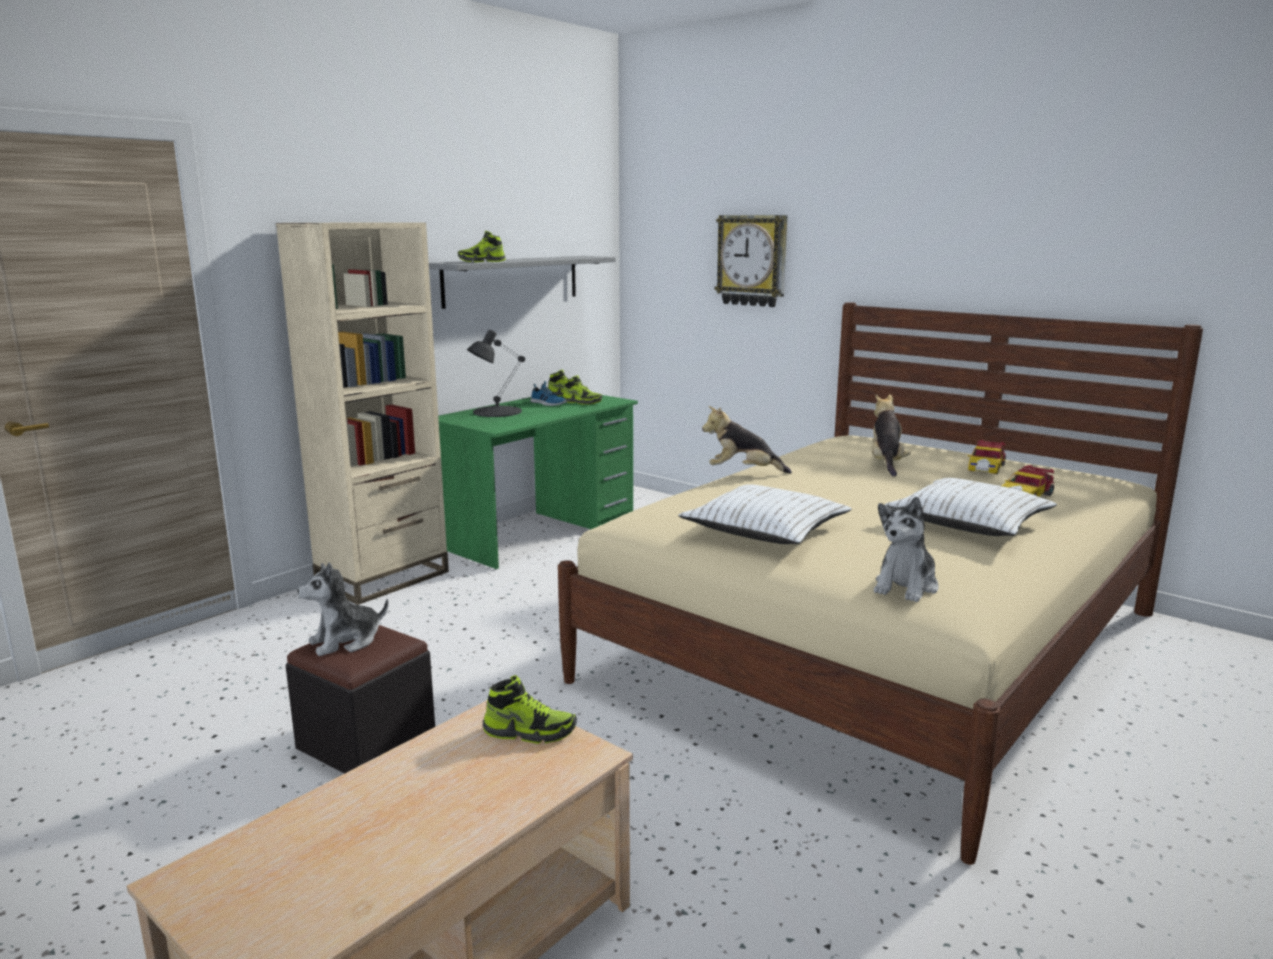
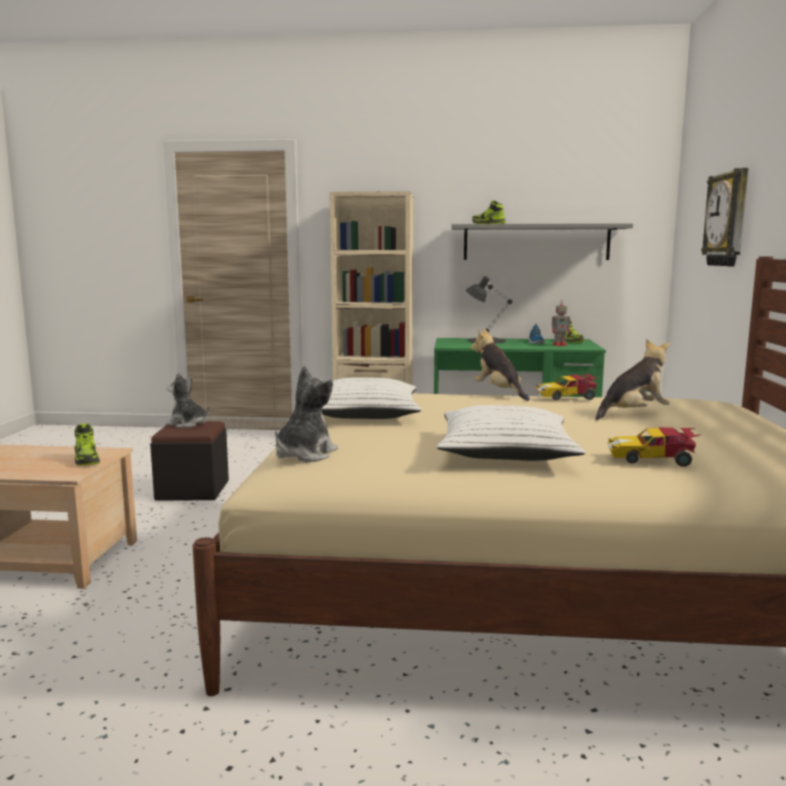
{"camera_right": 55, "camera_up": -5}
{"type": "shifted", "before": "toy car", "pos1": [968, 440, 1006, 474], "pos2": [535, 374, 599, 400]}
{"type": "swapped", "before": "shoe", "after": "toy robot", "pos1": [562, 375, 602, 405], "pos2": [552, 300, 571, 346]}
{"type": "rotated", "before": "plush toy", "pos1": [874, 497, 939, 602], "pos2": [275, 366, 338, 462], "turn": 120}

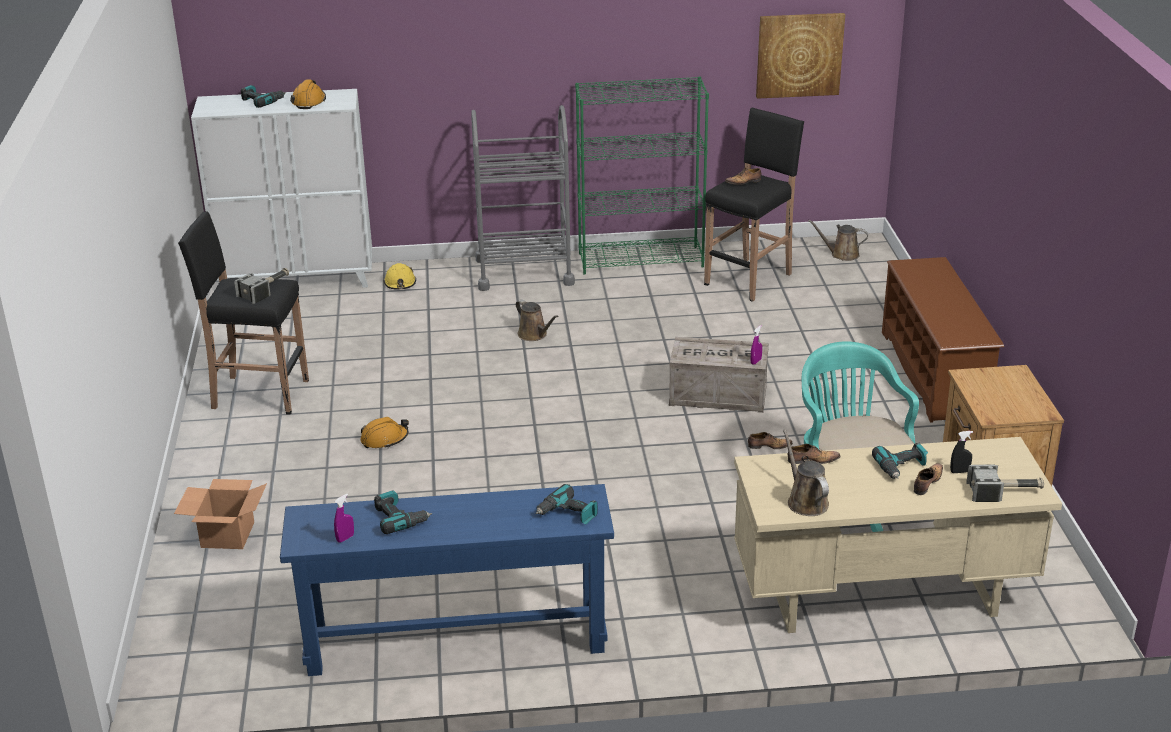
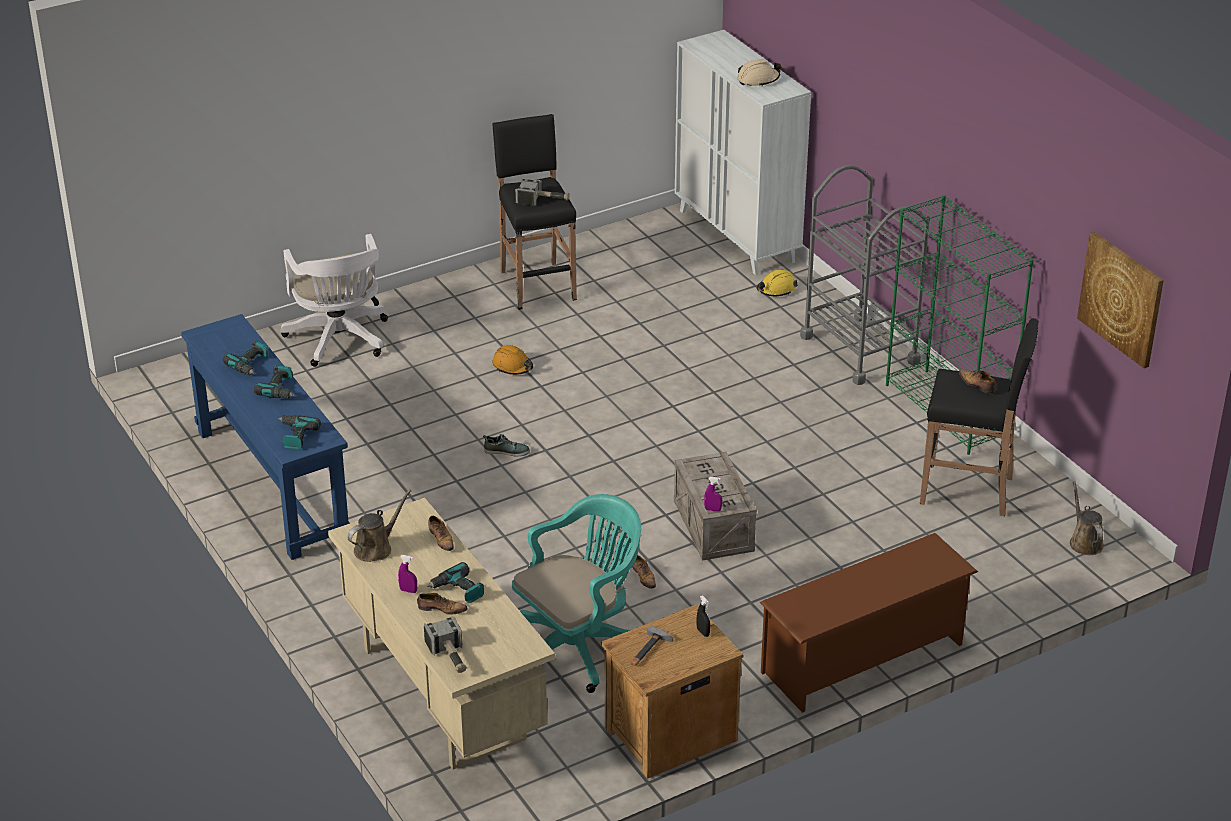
{"camera_right": 65, "camera_up": 5}
{"type": "gone", "before": "watering can/brown", "pos1": [516, 300, 559, 341]}
{"type": "new", "after": "shoe", "pos2": [483, 434, 530, 456]}
{"type": "new", "after": "hammer", "pos2": [630, 626, 673, 666]}
{"type": "shifted", "before": "power drill", "pos1": [241, 85, 286, 108], "pos2": [254, 365, 295, 399]}
{"type": "shifted", "before": "spray bottle/purple", "pos1": [334, 494, 354, 543], "pos2": [398, 555, 417, 593]}
{"type": "shifted", "before": "spray bottle/black", "pos1": [950, 431, 973, 473], "pos2": [697, 596, 710, 637]}
{"type": "swapped", "before": "cardboard box", "after": "office chair/white", "pos1": [174, 479, 267, 549], "pos2": [281, 234, 388, 367]}
{"type": "repainted", "before": "hard hat/orange", "after": "hard hat/beige", "pos1": [290, 79, 326, 109], "pos2": [737, 59, 781, 87]}

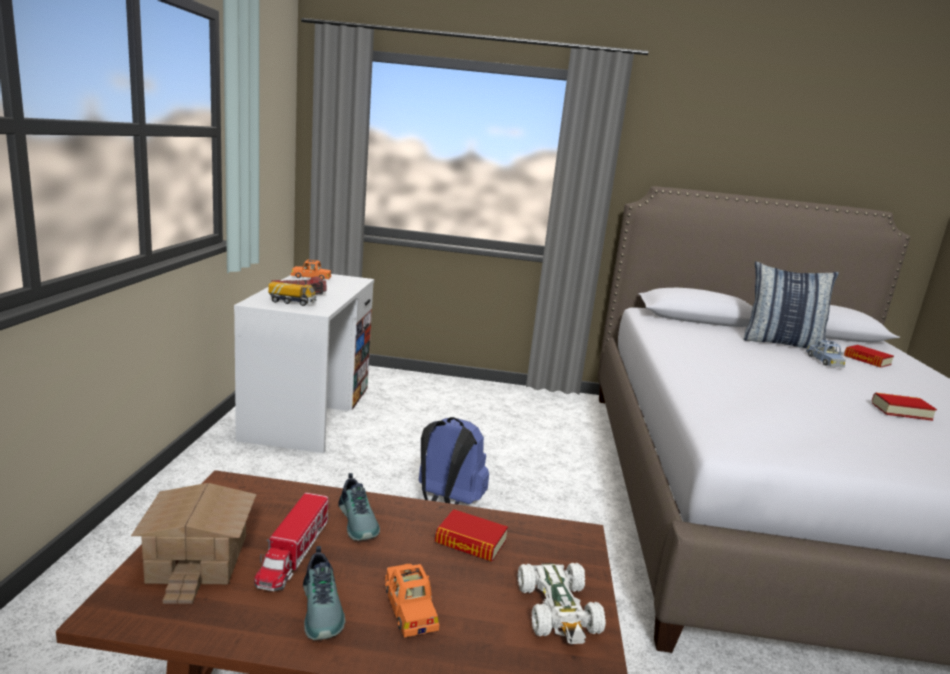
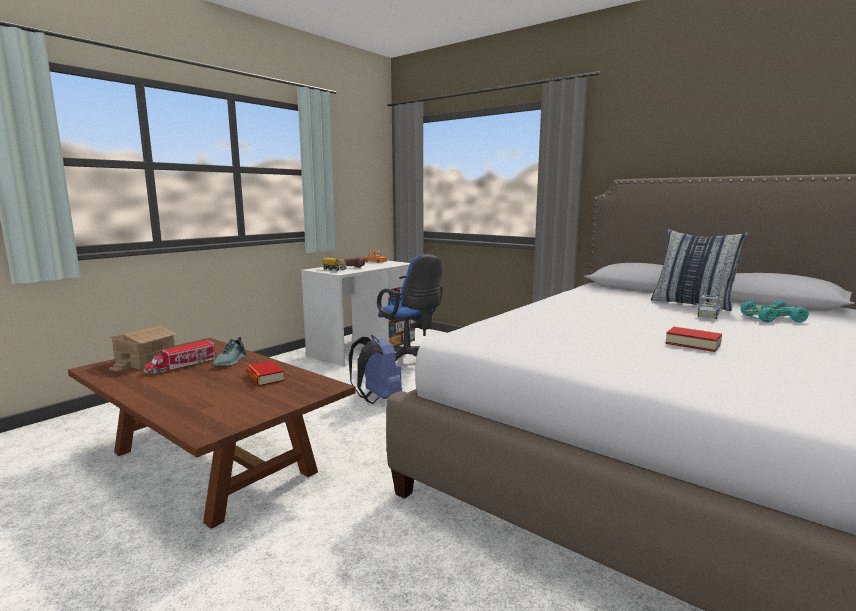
{"camera_right": 35, "camera_up": -5}
{"type": "gone", "before": "shoe", "pos1": [303, 546, 346, 640]}
{"type": "gone", "before": "toy car/orange", "pos1": [385, 564, 439, 638]}
{"type": "gone", "before": "toy car/white", "pos1": [517, 563, 606, 644]}
{"type": "new", "after": "office chair/blue", "pos2": [377, 254, 443, 360]}
{"type": "swapped", "before": "book", "after": "toy car/turquoise", "pos1": [844, 345, 894, 368], "pos2": [740, 301, 809, 322]}

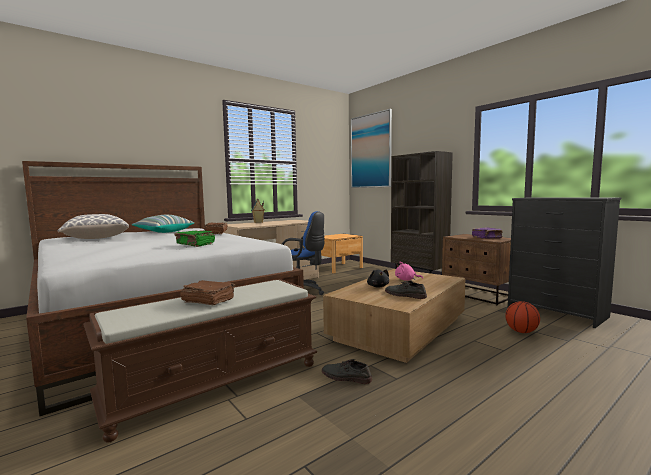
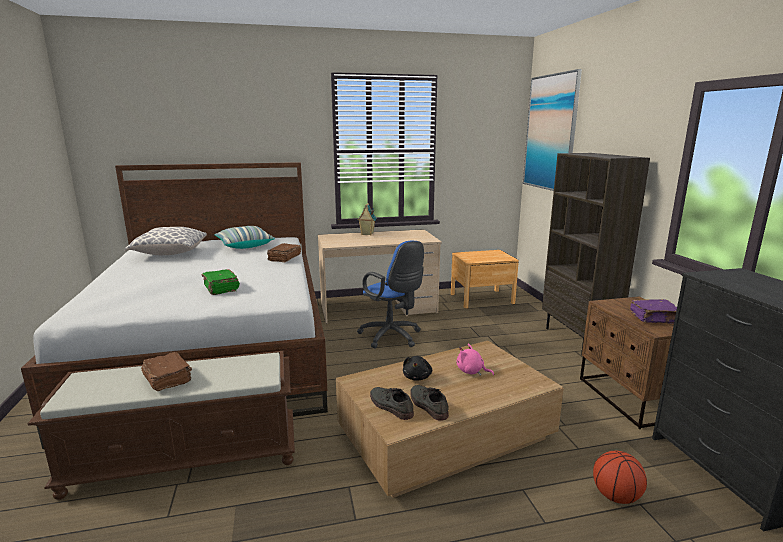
{"camera_right": 25, "camera_up": 10}
{"type": "shifted", "before": "shoe/grey", "pos1": [322, 359, 372, 384], "pos2": [370, 387, 414, 420]}

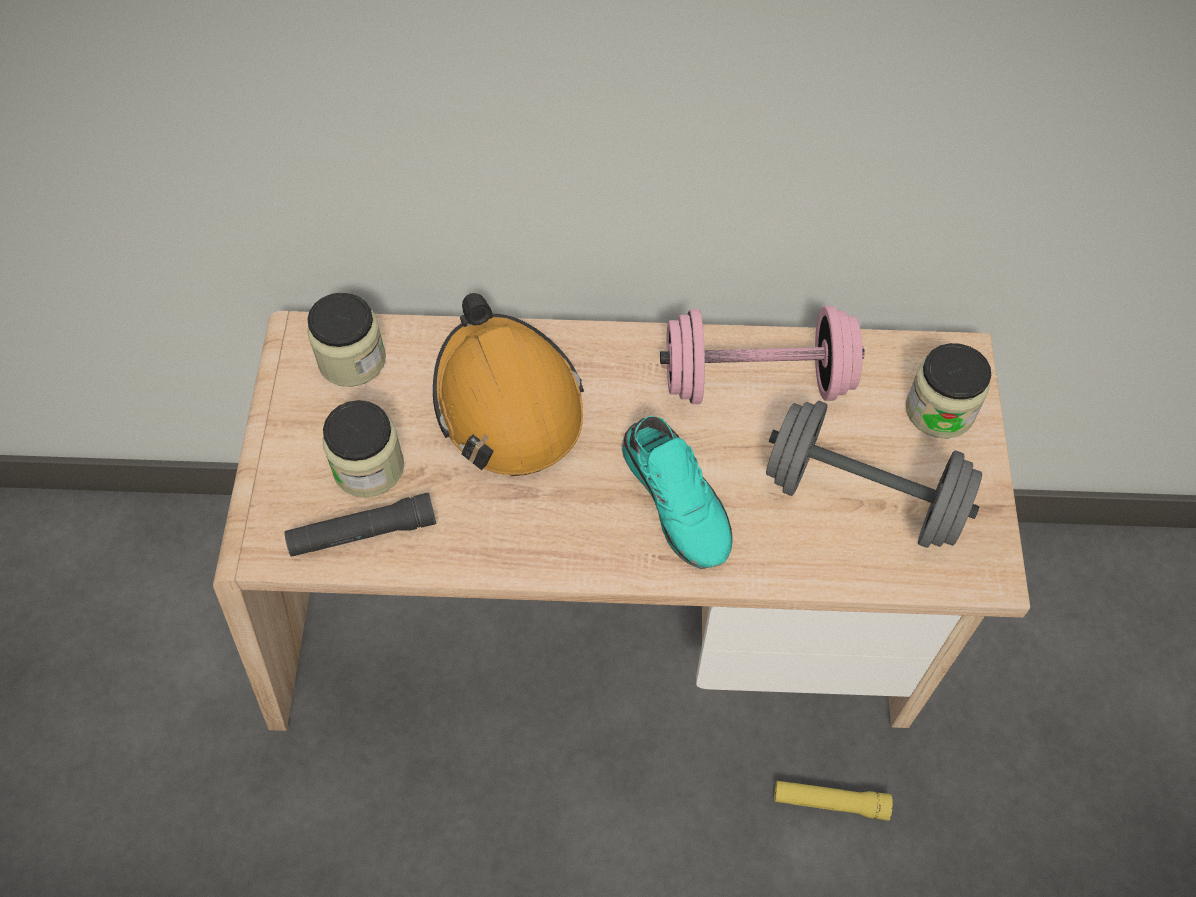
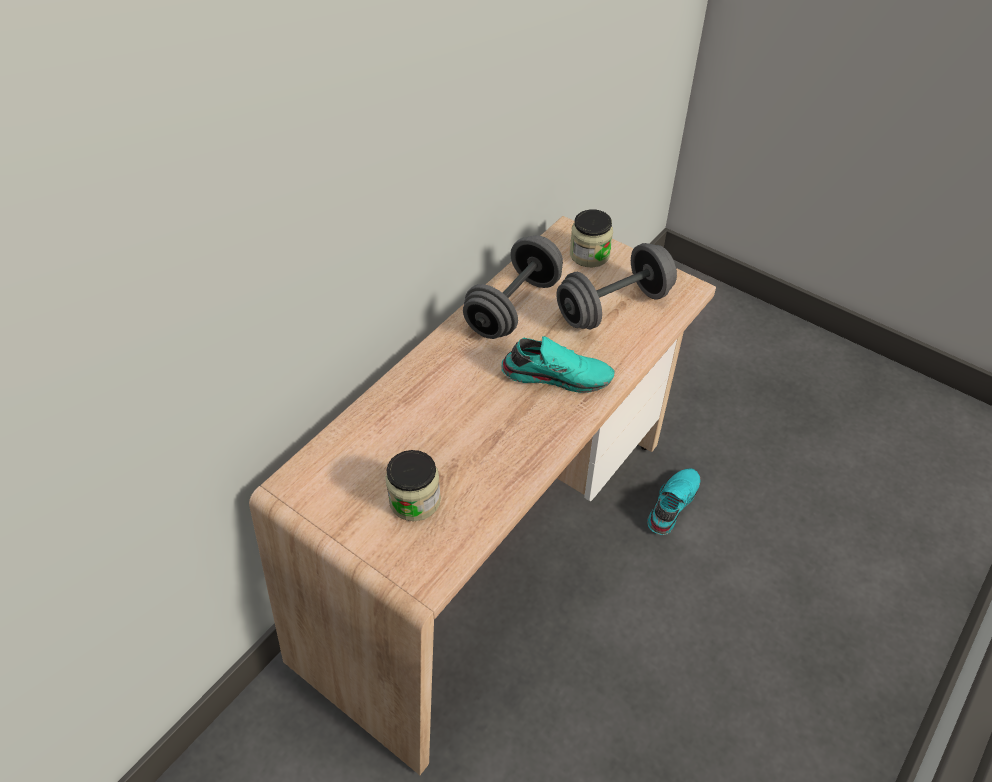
{"camera_right": -55, "camera_up": -10}
{"type": "gone", "before": "flashlight/black", "pos1": [285, 493, 437, 557]}
{"type": "gone", "before": "jar", "pos1": [307, 292, 386, 387]}
{"type": "gone", "before": "hard hat/orange", "pos1": [433, 293, 584, 476]}
{"type": "swapped", "before": "flashlight/yellow", "after": "shoe/turquoise", "pos1": [774, 781, 893, 821], "pos2": [647, 468, 700, 535]}
{"type": "repainted", "before": "dumbbell/pink", "after": "dumbbell/grey", "pos1": [660, 306, 865, 404], "pos2": [463, 235, 563, 339]}

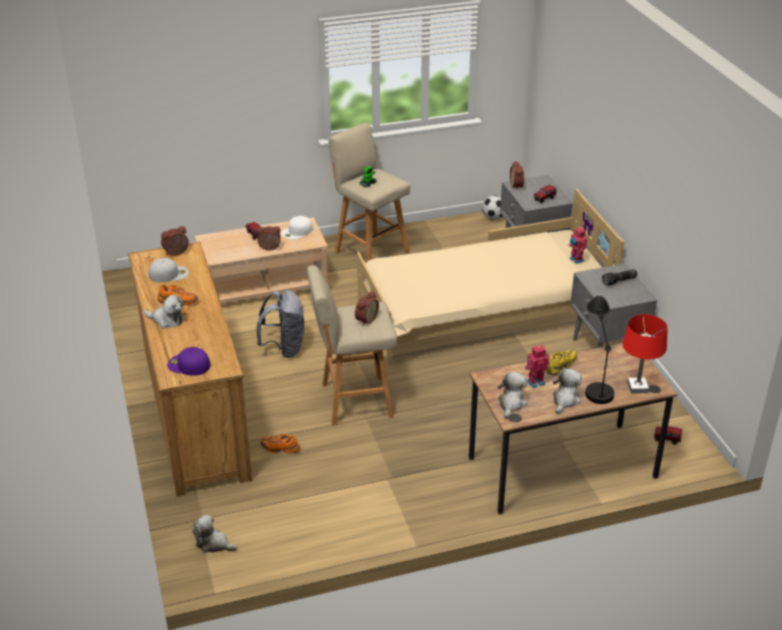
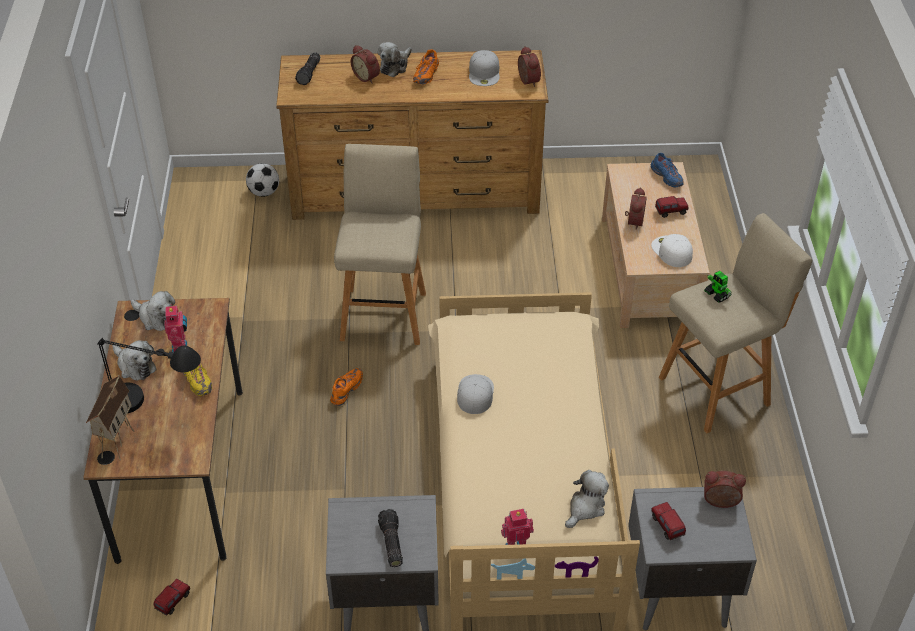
{"camera_right": 105, "camera_up": 10}
{"type": "gone", "before": "backpack/grey", "pos1": [256, 290, 304, 358]}
{"type": "new", "after": "cap/white", "pos2": [457, 374, 494, 414]}
{"type": "new", "after": "shoe/blue", "pos2": [651, 153, 684, 187]}
{"type": "shifted", "before": "plush toy", "pos1": [192, 515, 237, 553], "pos2": [565, 470, 609, 528]}
{"type": "shifted", "before": "shoe/orange", "pos1": [260, 434, 300, 454], "pos2": [330, 368, 363, 406]}
{"type": "shifted", "before": "alarm clock", "pos1": [355, 291, 379, 326], "pos2": [351, 45, 380, 83]}
{"type": "shifted", "before": "football", "pos1": [482, 195, 503, 219], "pos2": [246, 163, 279, 197]}
{"type": "swapped", "before": "cap/purple", "after": "flashlight", "pos1": [167, 347, 211, 376], "pos2": [295, 52, 320, 85]}
{"type": "swapped", "before": "table lamp/red", "after": "toy house", "pos1": [622, 314, 668, 394], "pos2": [86, 375, 134, 461]}

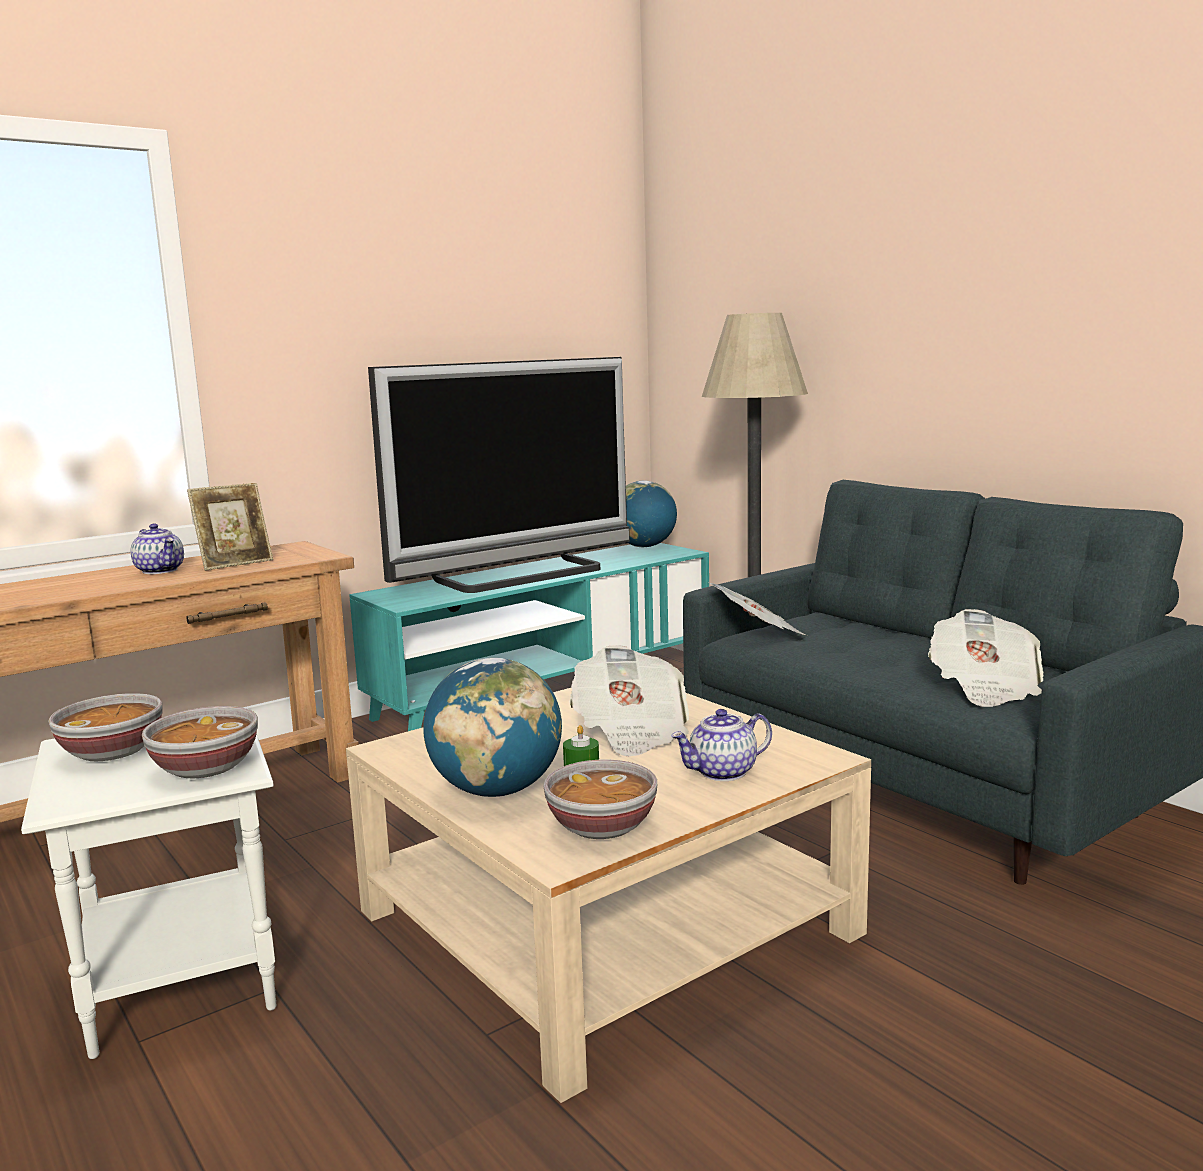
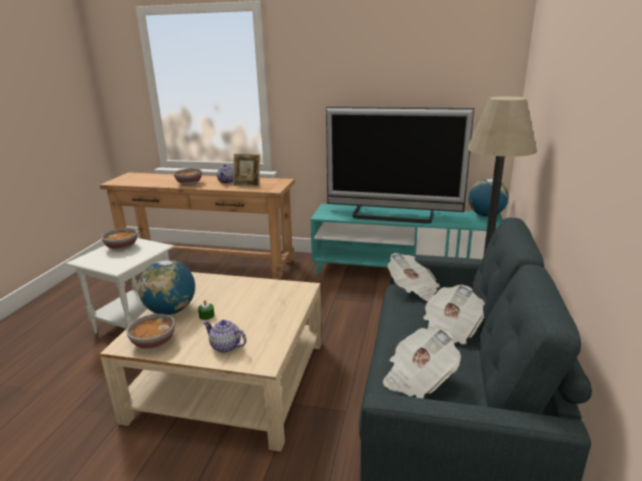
{"camera_right": 50, "camera_up": 10}
{"type": "shifted", "before": "bowl", "pos1": [142, 706, 258, 778], "pos2": [174, 168, 202, 185]}
{"type": "shifted", "before": "newspaper", "pos1": [569, 645, 689, 757], "pos2": [423, 285, 485, 344]}

